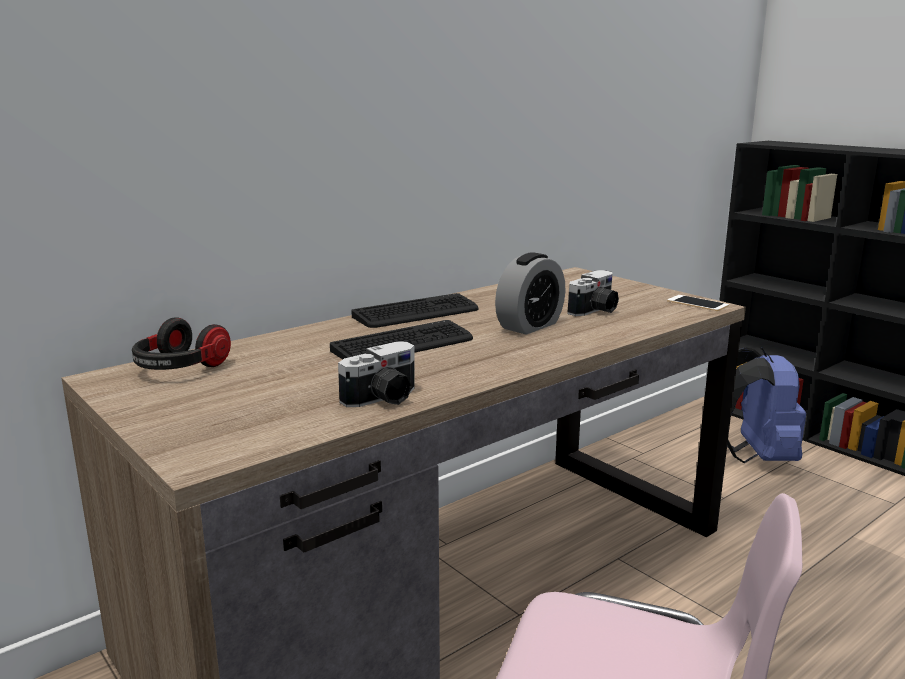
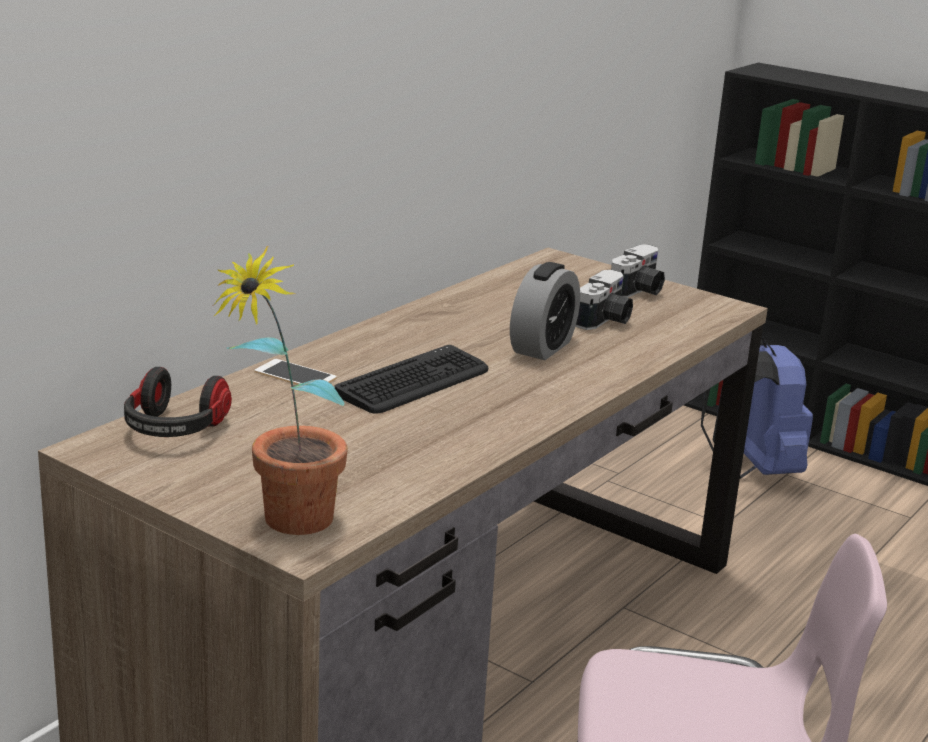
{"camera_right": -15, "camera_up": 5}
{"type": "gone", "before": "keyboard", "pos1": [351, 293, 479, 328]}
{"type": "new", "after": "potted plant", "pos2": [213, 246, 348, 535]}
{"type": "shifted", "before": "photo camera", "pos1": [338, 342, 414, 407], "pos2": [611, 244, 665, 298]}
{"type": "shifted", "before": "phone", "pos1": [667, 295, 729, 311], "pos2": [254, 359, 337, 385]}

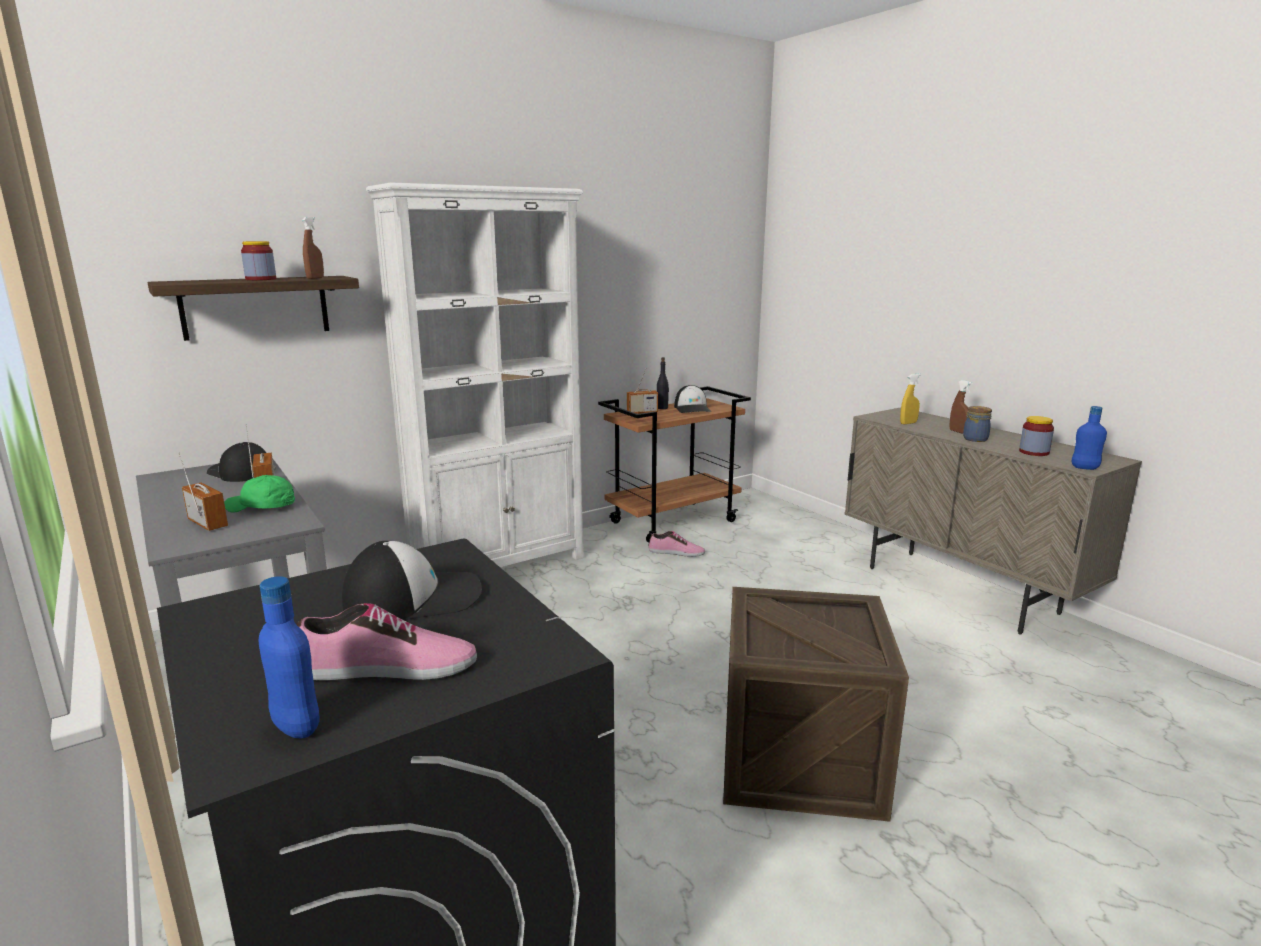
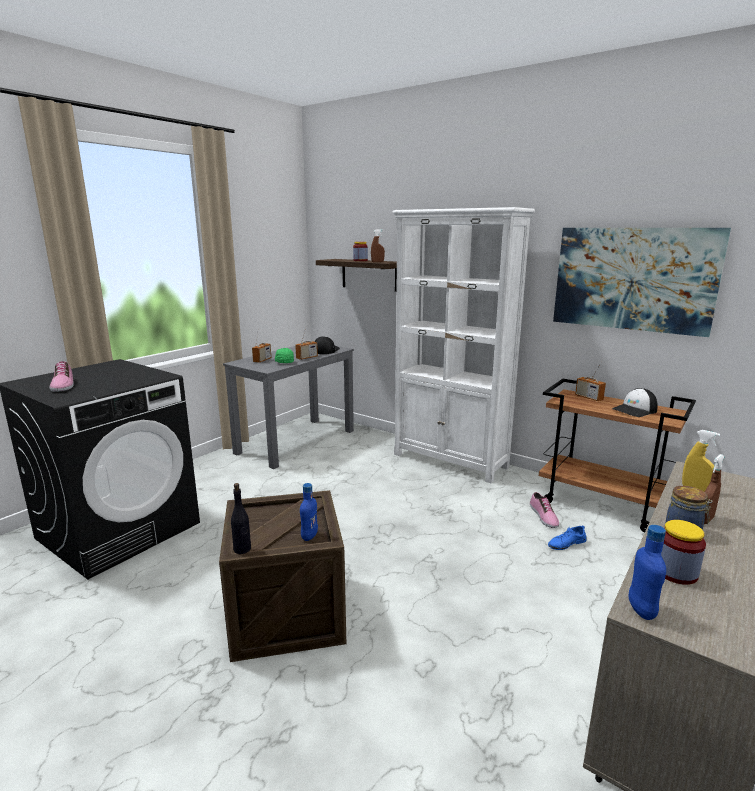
{"camera_right": 70, "camera_up": 0}
{"type": "gone", "before": "cap", "pos1": [342, 541, 482, 621]}
{"type": "new", "after": "shoe/blue", "pos2": [548, 525, 586, 550]}
{"type": "new", "after": "picture", "pos2": [553, 228, 731, 337]}
{"type": "shifted", "before": "bottle/blue", "pos1": [259, 576, 320, 738], "pos2": [300, 483, 318, 541]}
{"type": "shifted", "before": "bottle/black", "pos1": [657, 357, 669, 409], "pos2": [231, 483, 251, 554]}

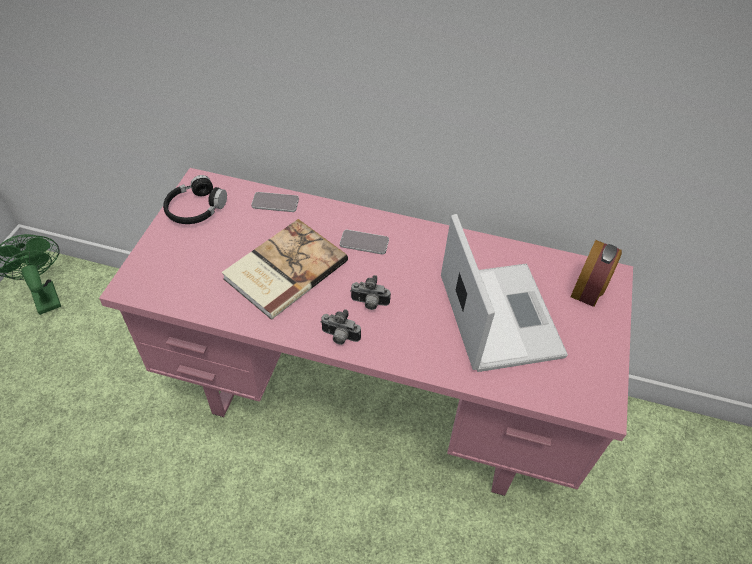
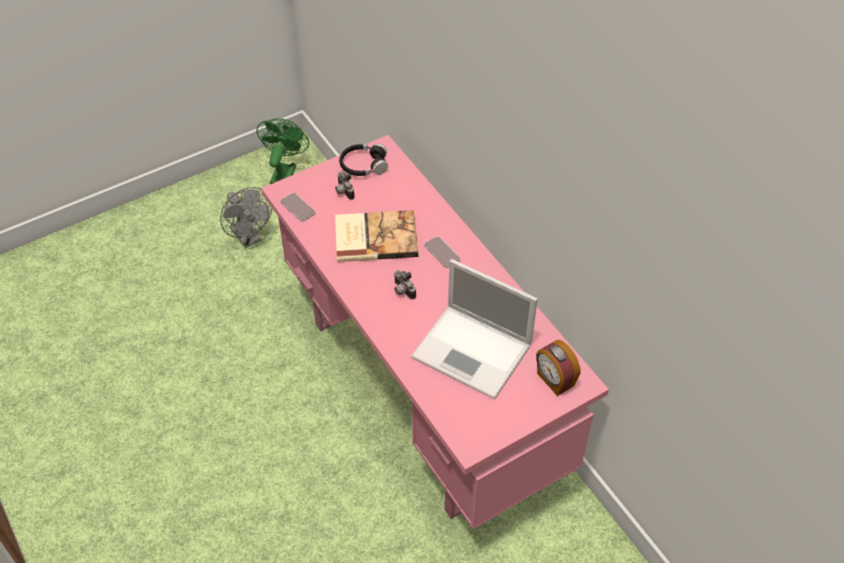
{"camera_right": 45, "camera_up": 0}
{"type": "new", "after": "fan/grey", "pos2": [220, 187, 272, 248]}
{"type": "shifted", "before": "phone", "pos1": [251, 192, 299, 212], "pos2": [281, 193, 316, 222]}
{"type": "shifted", "before": "photo camera", "pos1": [320, 309, 361, 345], "pos2": [335, 171, 355, 200]}
{"type": "rotated", "before": "laptop", "pos1": [441, 214, 568, 372], "pos2": [411, 259, 538, 399], "turn": 90}
{"type": "rotated", "before": "alarm clock", "pos1": [571, 240, 622, 307], "pos2": [536, 340, 580, 396], "turn": 75}

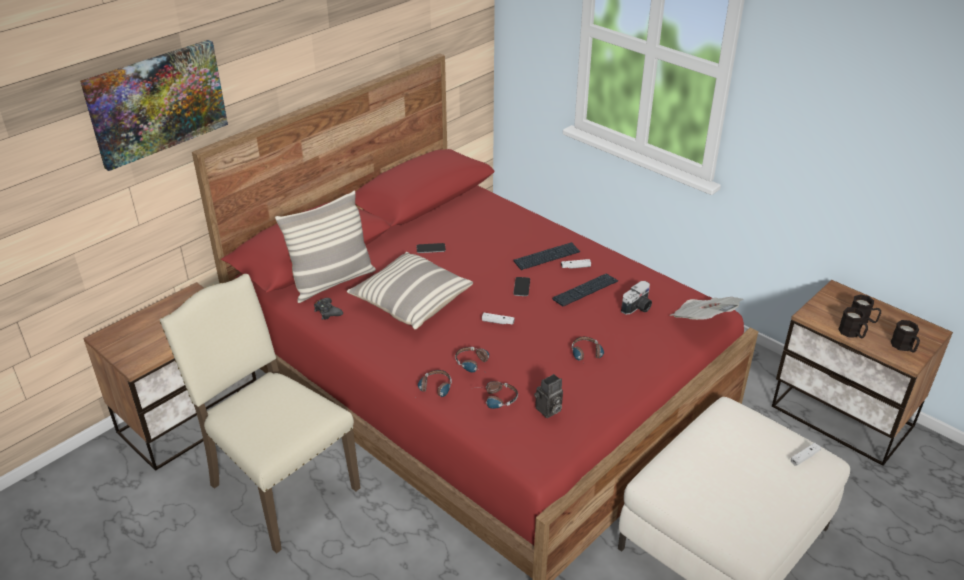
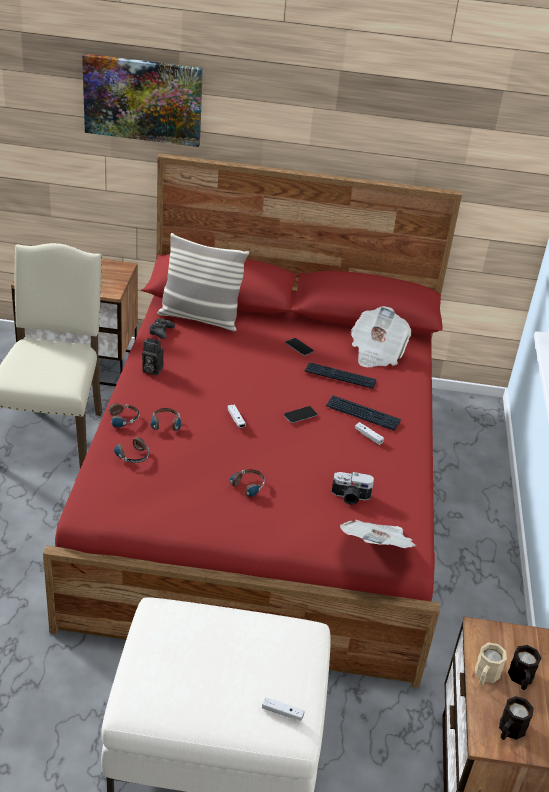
{"camera_right": 50, "camera_up": 0}
{"type": "gone", "before": "pillow", "pos1": [347, 252, 473, 330]}
{"type": "new", "after": "newspaper", "pos2": [351, 306, 412, 367]}
{"type": "shifted", "before": "photo camera", "pos1": [534, 374, 563, 418], "pos2": [142, 338, 163, 375]}
{"type": "shifted", "before": "keyboard", "pos1": [552, 273, 618, 307], "pos2": [304, 363, 377, 389]}
{"type": "repainted", "before": "mug/black", "after": "mug/beige", "pos1": [838, 307, 868, 338], "pos2": [475, 643, 507, 685]}

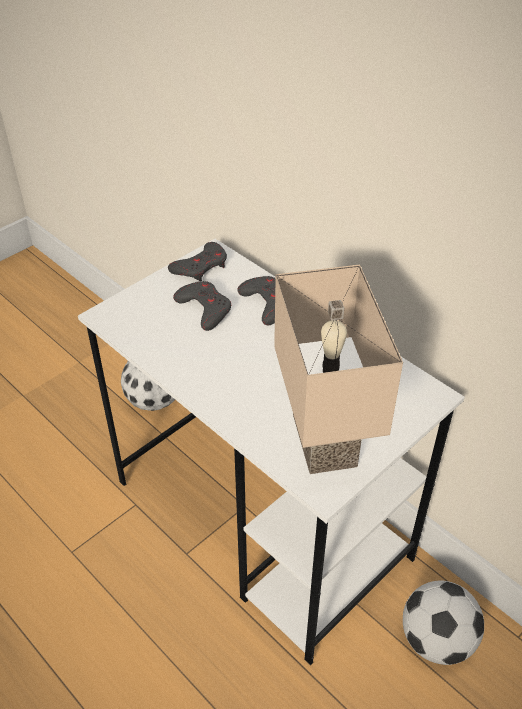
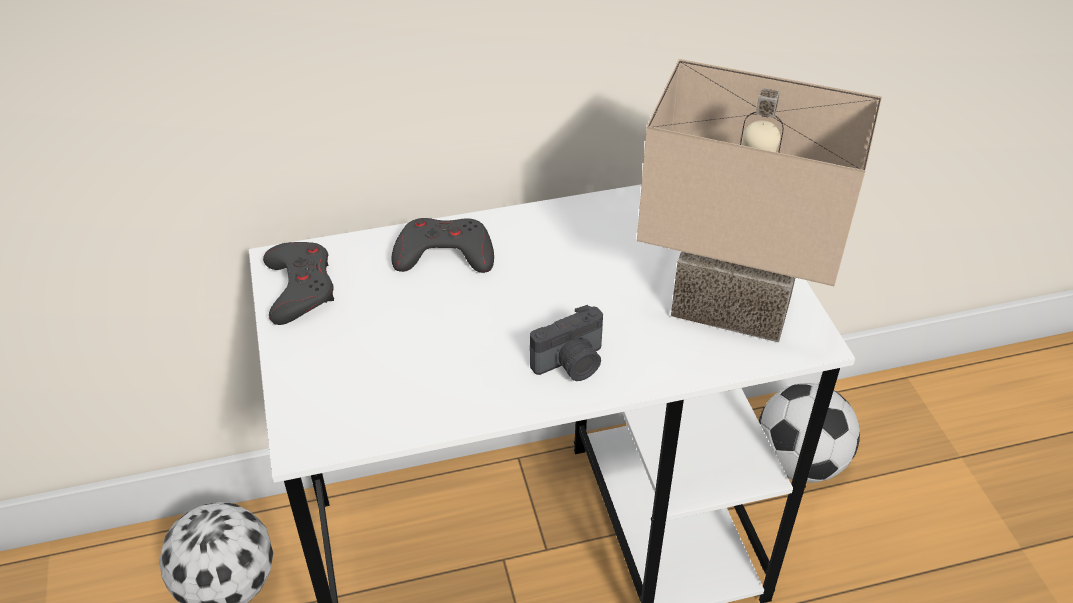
{"camera_right": -60, "camera_up": 0}
{"type": "gone", "before": "game controller/grey", "pos1": [173, 281, 231, 331]}
{"type": "new", "after": "photo camera", "pos2": [530, 305, 603, 381]}

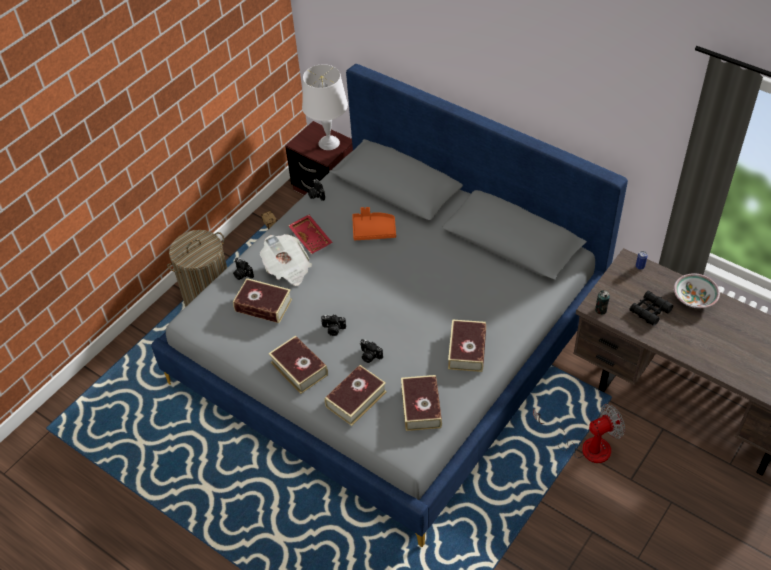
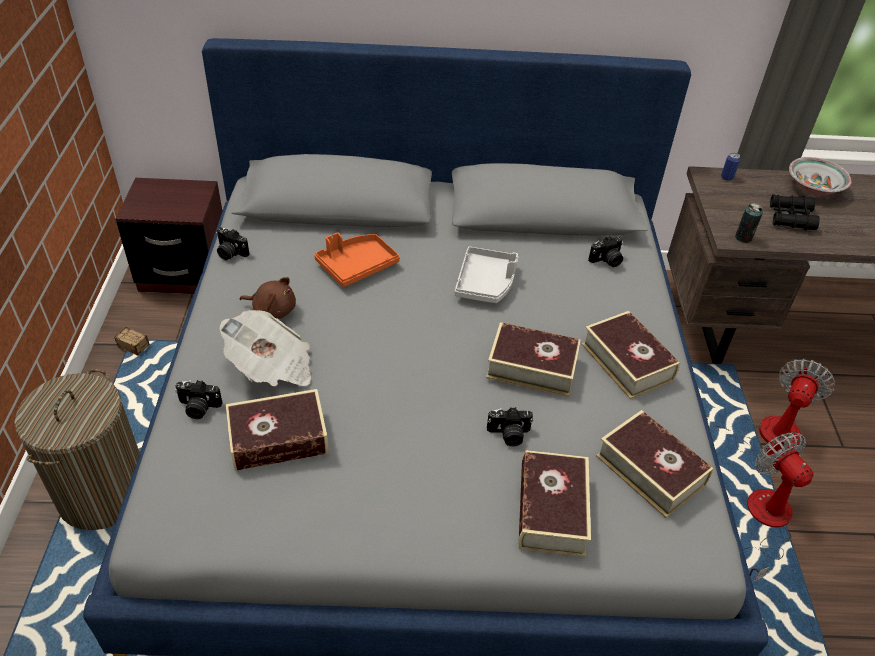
{"camera_right": -40, "camera_up": -5}
{"type": "gone", "before": "table lamp/white", "pos1": [302, 64, 348, 150]}
{"type": "new", "after": "tray/grey", "pos2": [454, 246, 518, 303]}
{"type": "new", "after": "fan", "pos2": [743, 432, 813, 581]}
{"type": "shifted", "before": "book", "pos1": [268, 335, 328, 394], "pos2": [486, 322, 581, 397]}
{"type": "shifted", "before": "photo camera", "pos1": [321, 314, 346, 336], "pos2": [588, 236, 623, 267]}
{"type": "swapped", "before": "tray/red", "after": "plush toy/brown", "pos1": [288, 215, 332, 254], "pos2": [239, 277, 296, 319]}

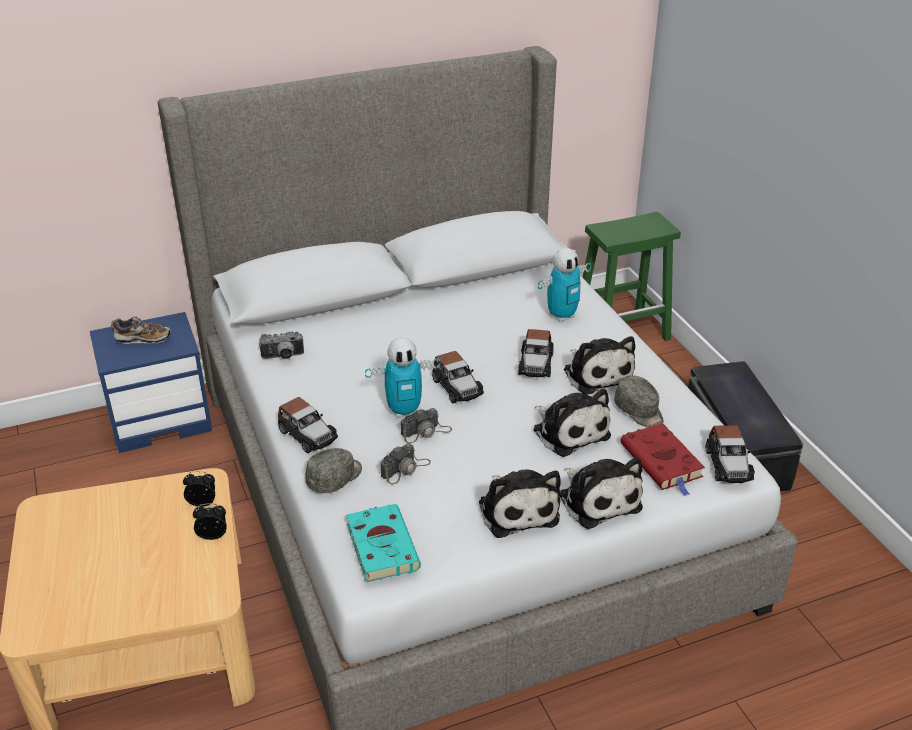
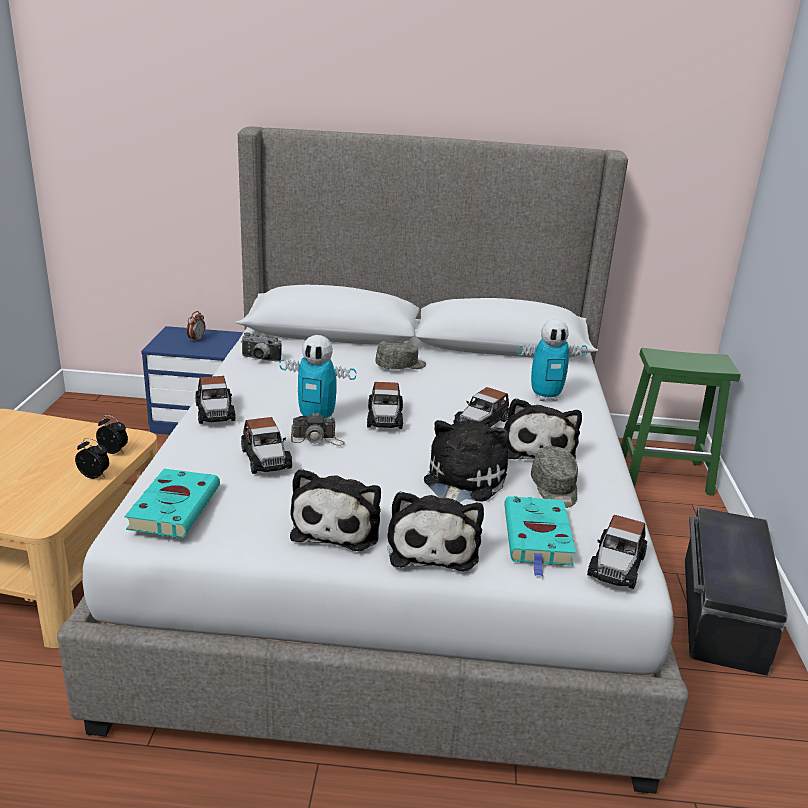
{"camera_right": 25, "camera_up": -10}
{"type": "shifted", "before": "cap/grey", "pos1": [306, 448, 362, 493], "pos2": [375, 341, 426, 369]}
{"type": "swapped", "before": "shoe", "after": "alarm clock", "pos1": [111, 316, 171, 344], "pos2": [187, 311, 205, 343]}
{"type": "swapped", "before": "photo camera", "after": "toy car", "pos1": [380, 443, 431, 484], "pos2": [241, 417, 292, 474]}
{"type": "repainted", "before": "book/red", "after": "book/turquoise", "pos1": [620, 423, 705, 496], "pos2": [504, 496, 576, 576]}
{"type": "rotated", "before": "plush toy", "pos1": [534, 389, 611, 457], "pos2": [424, 420, 509, 503], "turn": -150}

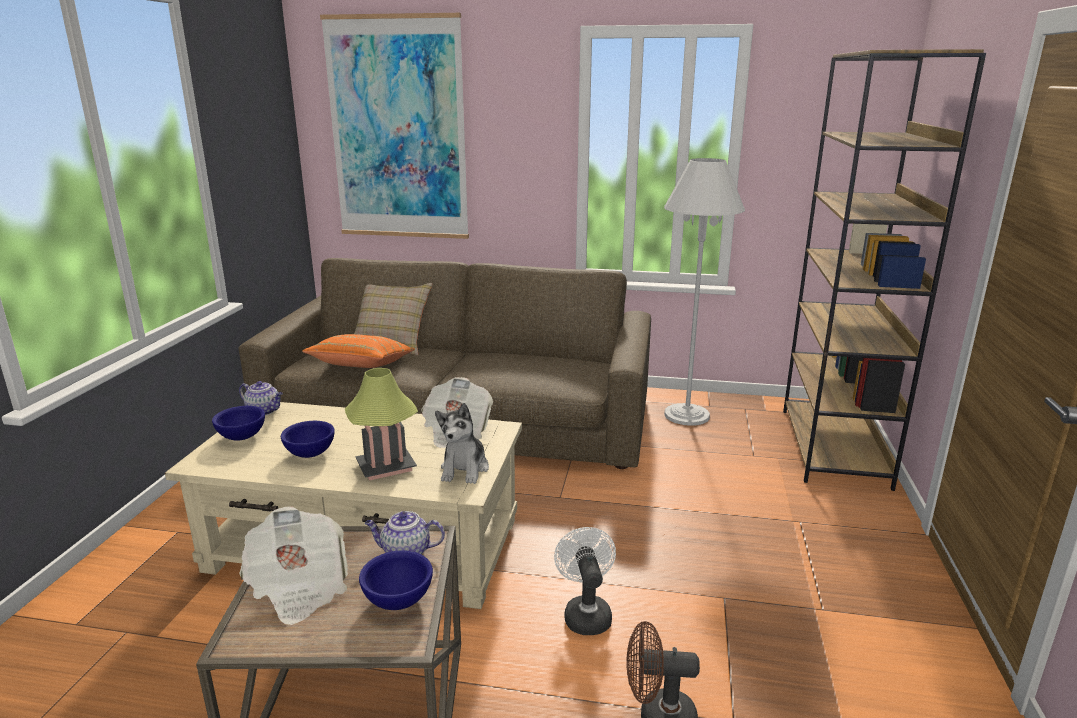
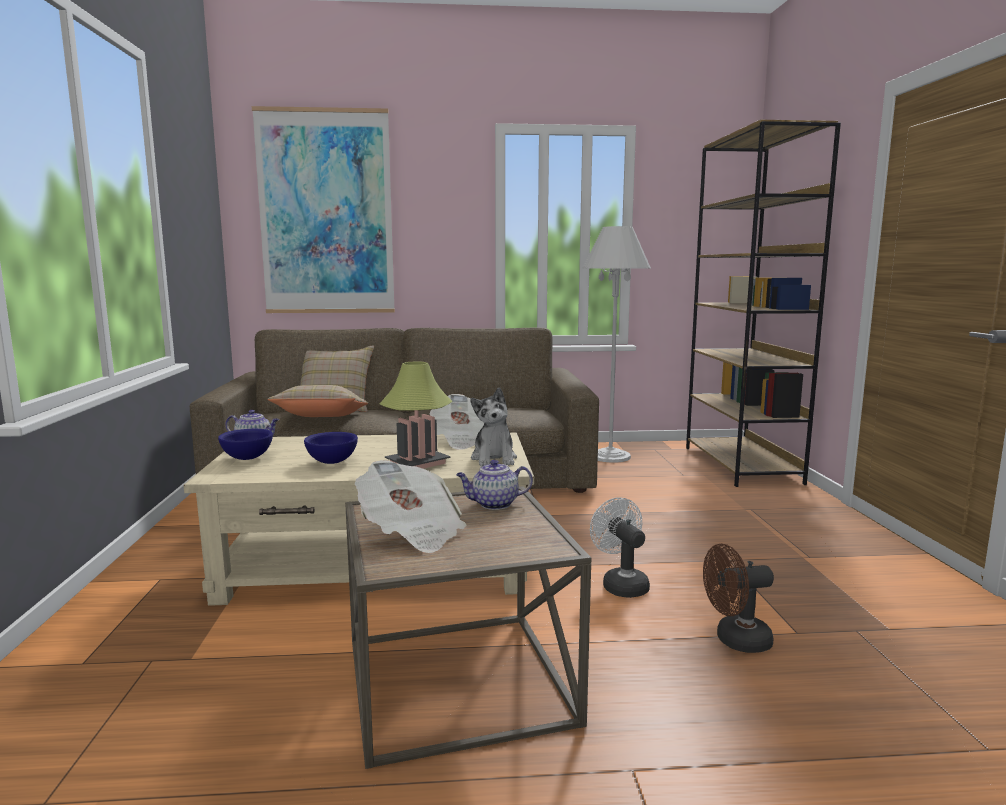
{"camera_right": -15, "camera_up": -10}
{"type": "gone", "before": "bowl/blue", "pos1": [359, 551, 433, 610]}
{"type": "repainted", "before": "pillow/orange", "after": "pillow/beige", "pos1": [302, 334, 415, 368], "pos2": [268, 385, 368, 417]}

